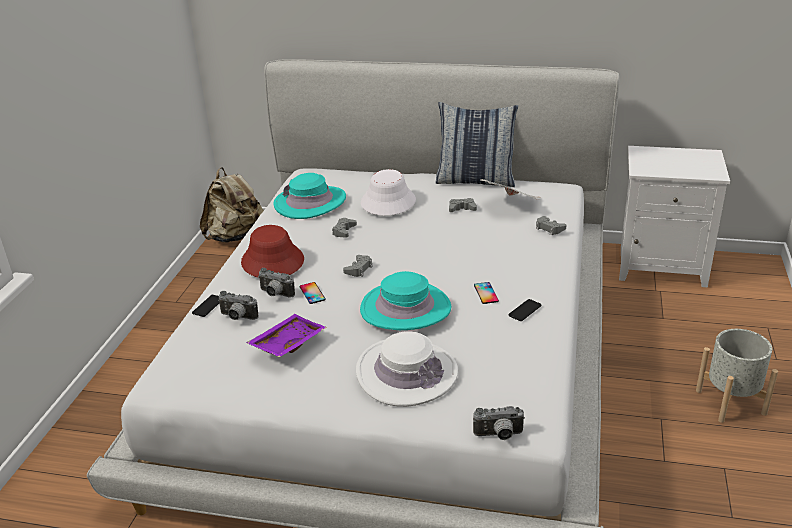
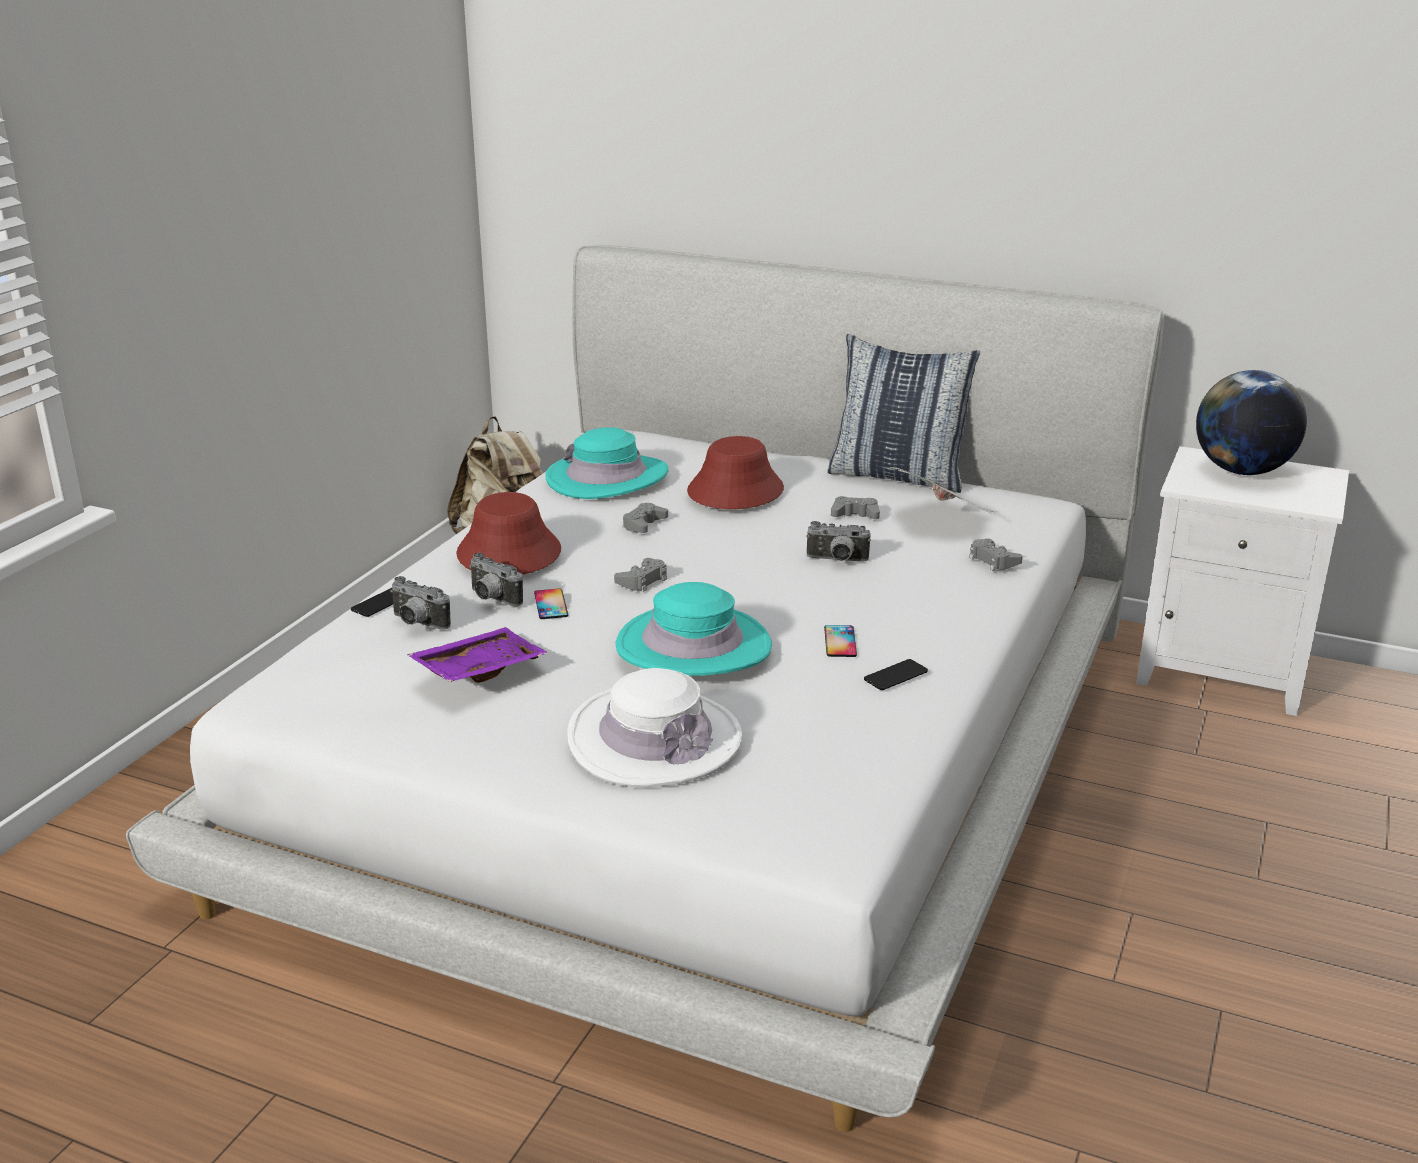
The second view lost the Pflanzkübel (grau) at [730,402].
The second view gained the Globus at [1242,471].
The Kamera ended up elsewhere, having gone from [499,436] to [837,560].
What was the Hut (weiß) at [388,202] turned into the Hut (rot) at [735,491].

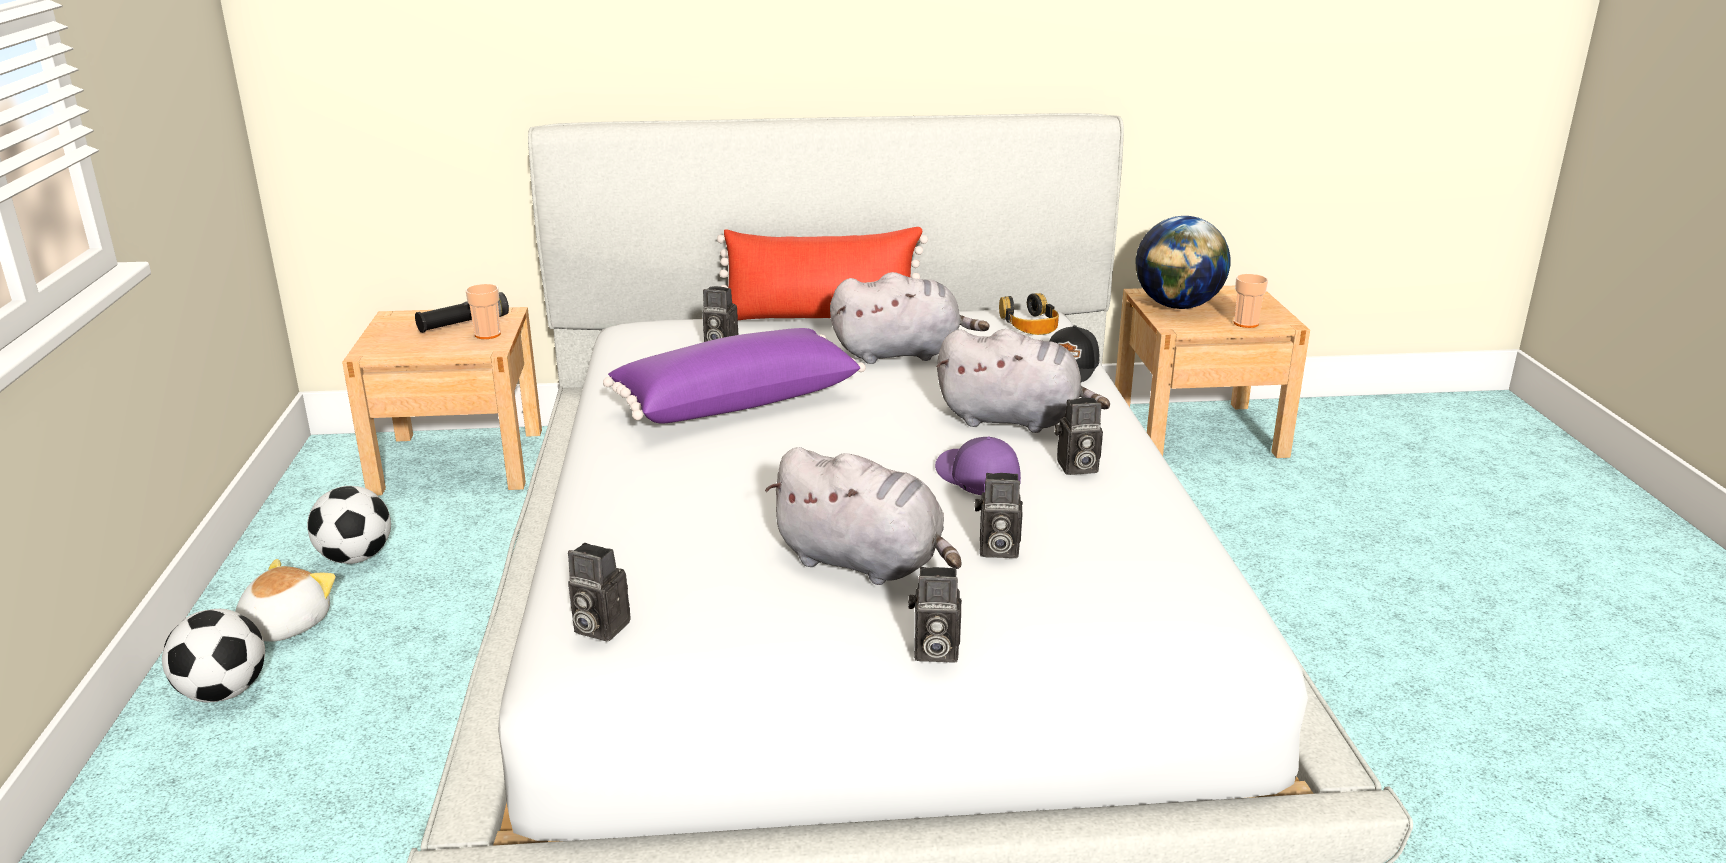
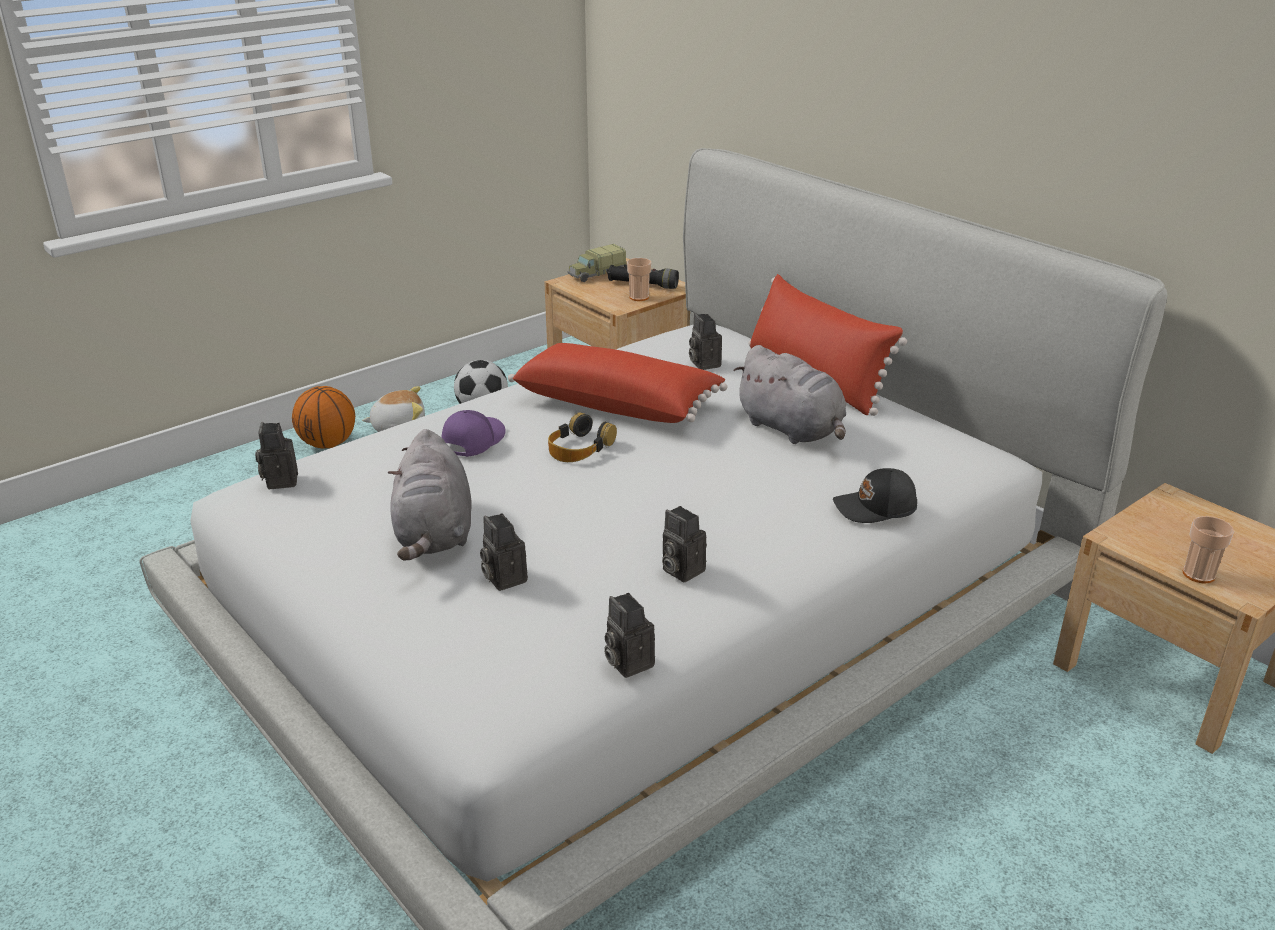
The second view lost the Plüschtier (grau) at [1014,420].
The second view lost the Globus at [1178,306].
The second view gained the Spielzeuglaster at [596,274].
The Kamera ended up elsewhere, having gone from [933,651] to [626,662].
The Kappe (lila) ended up elsewhere, having gone from [976,478] to [472,441].
The Kopfhörer ended up elsewhere, having gone from [1029,324] to [579,448].
Where the Fußball stood at [223,693], the Basketball came to stand at [327,444].
What was the Kissen (lila) at [735,401] turned into the Kissen (rot) at [618,404].

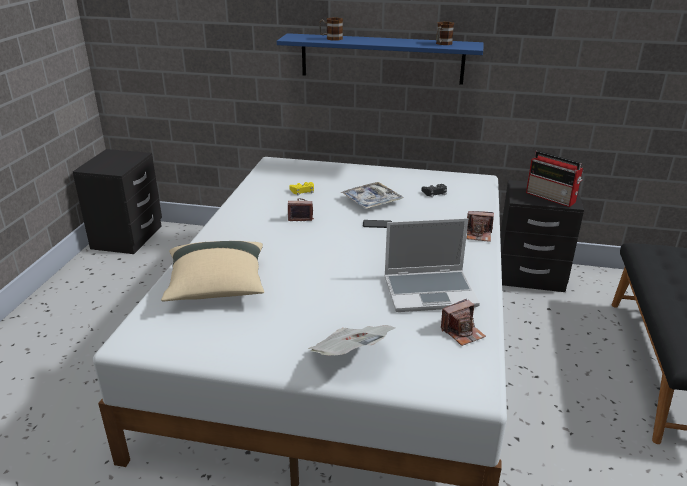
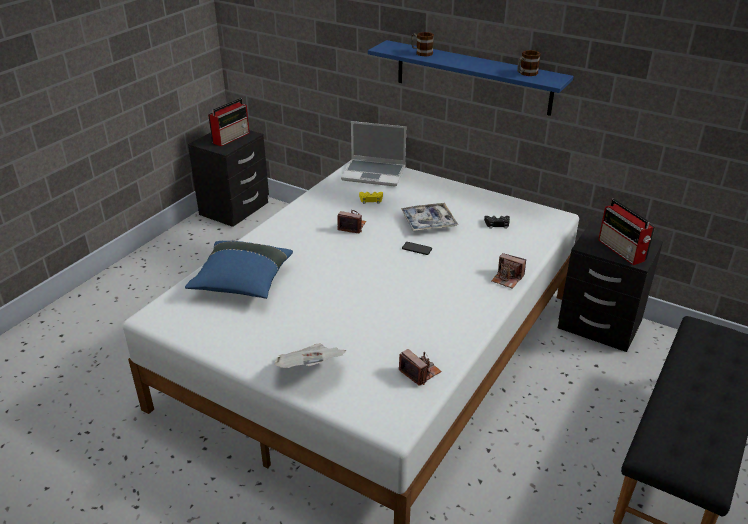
The second view gained the Radio at [231,137].
The Laptop ended up elsewhere, having gone from [430,291] to [374,173].
What was the Kissen (beige) at [217,287] turned into the Kissen (blau) at [242,283].
The Kamera at [462,332] ended up facing another way, 120 degrees counterclockwise from before.

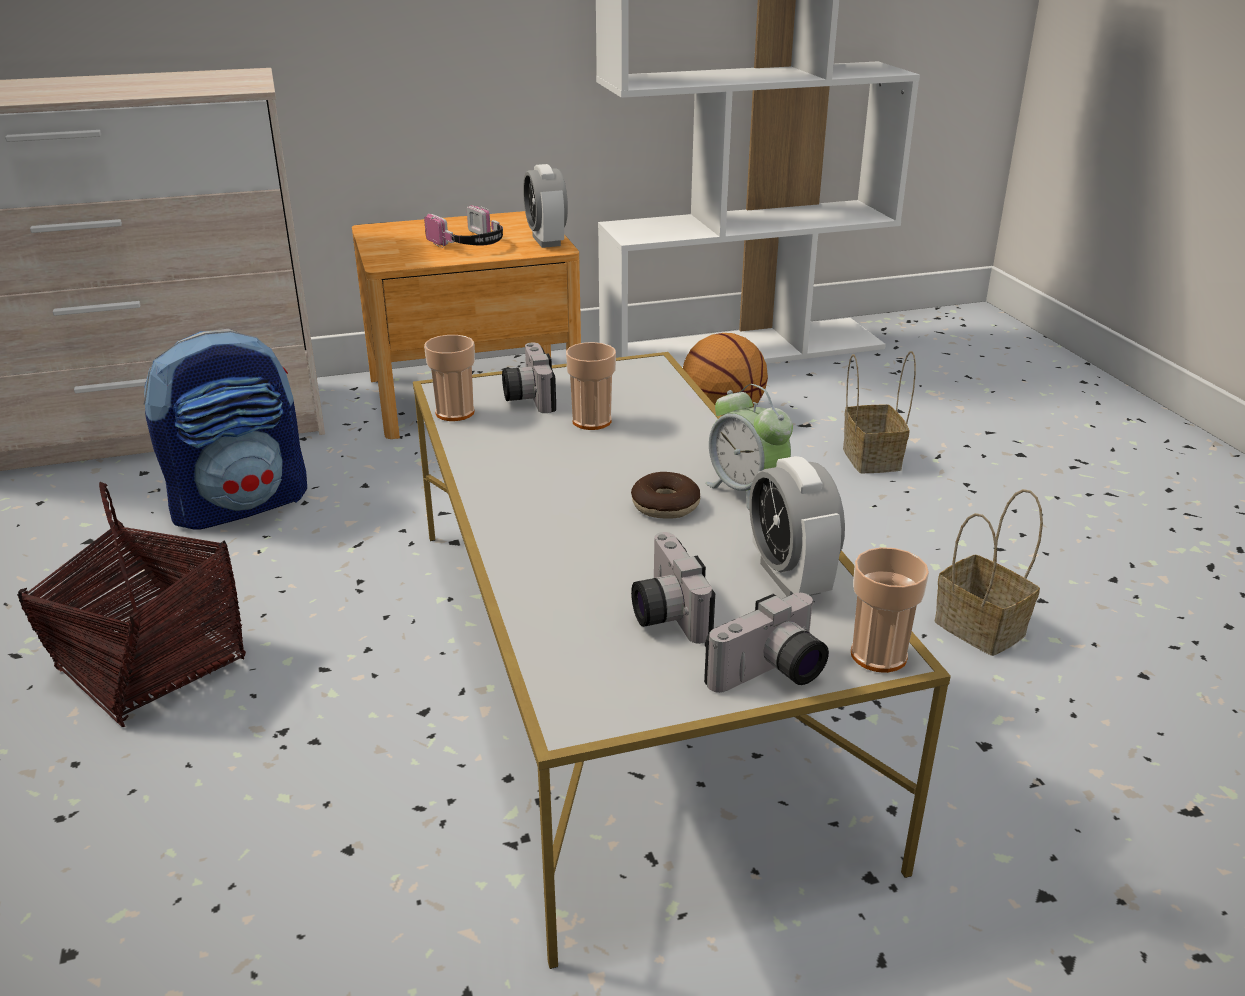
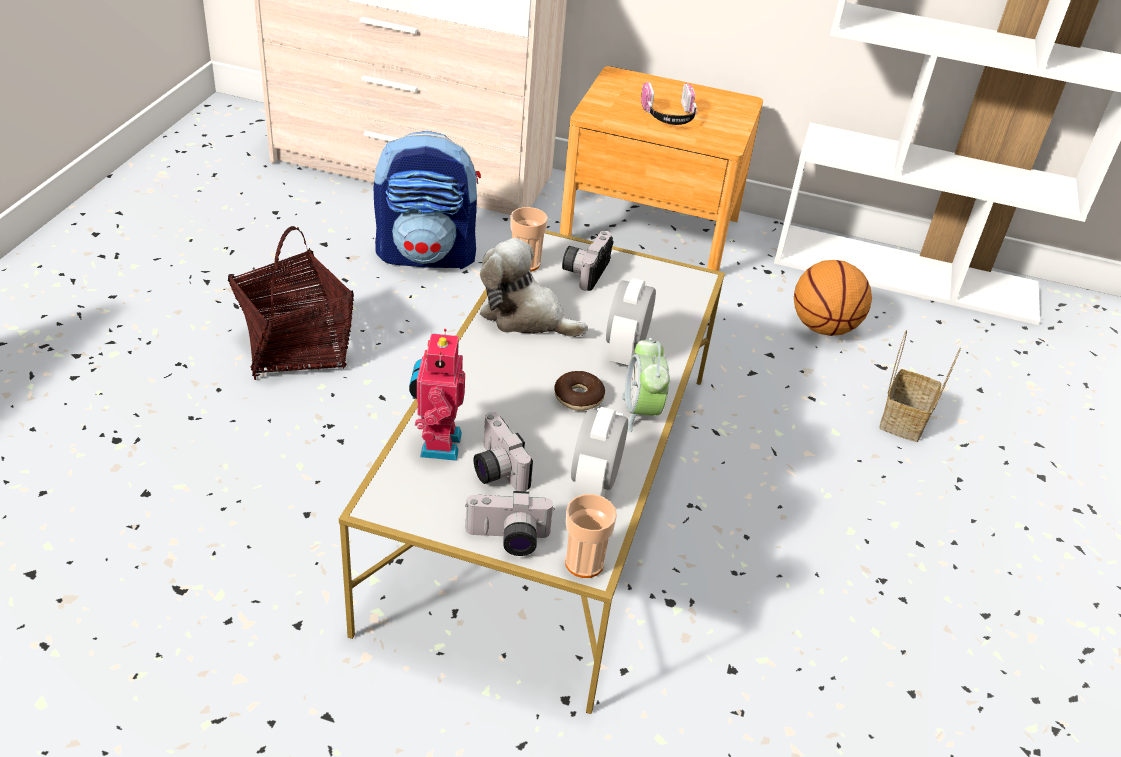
The second view lost the Tasse at [592,421].
The second view lost the Korb at [983,629].
The second view gained the Spielzeugroboter at [437,444].
The second view gained the Plüschtier at [525,316].
The Wecker ended up elsewhere, having gone from [546,241] to [625,351].
The Kamera at [664,613] ended up facing another way, 45 degrees counterclockwise from before.

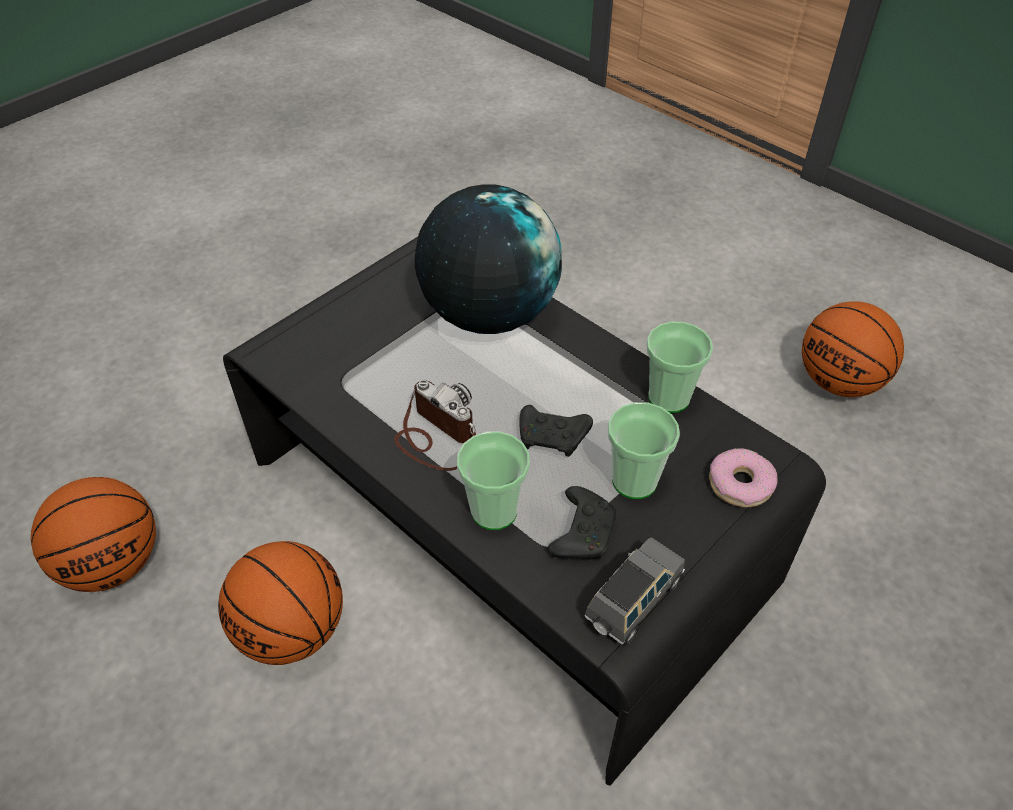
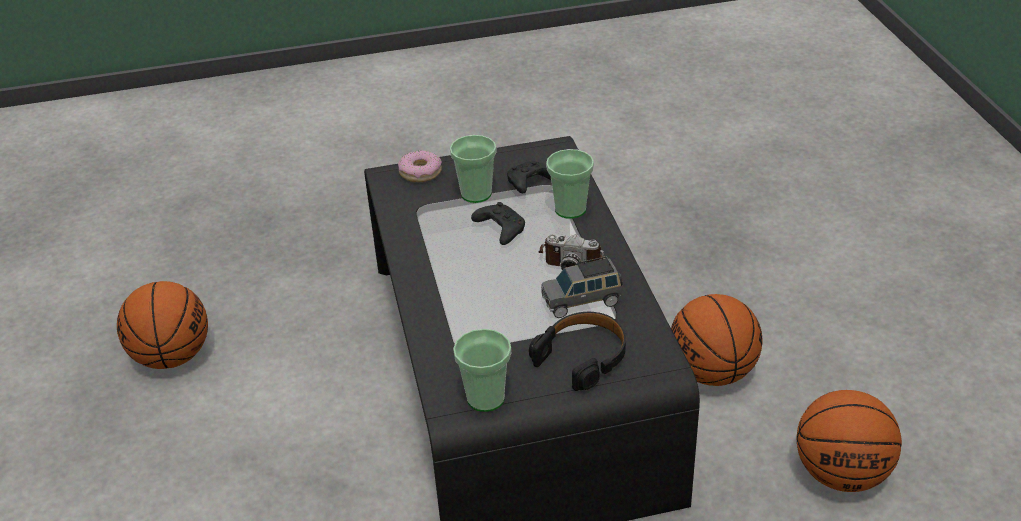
The second view lost the Globus at [489,314].
The second view gained the Kopfhörer (schwarz) at [582,356].
The Spielzeugauto (grau) ended up elsewhere, having gone from [632,602] to [582,301].
The Tasse ended up elsewhere, having gone from [669,397] to [486,398].
The Kamera at [435,435] ended up facing another way, 60 degrees counterclockwise from before.

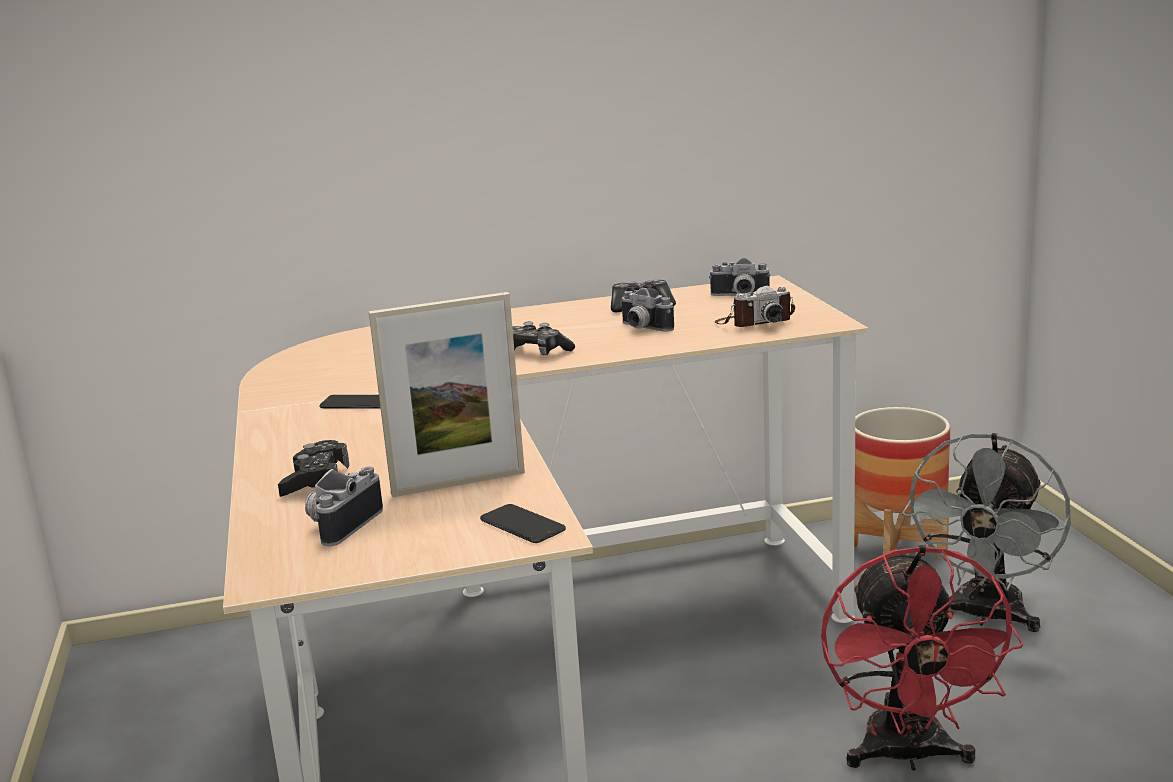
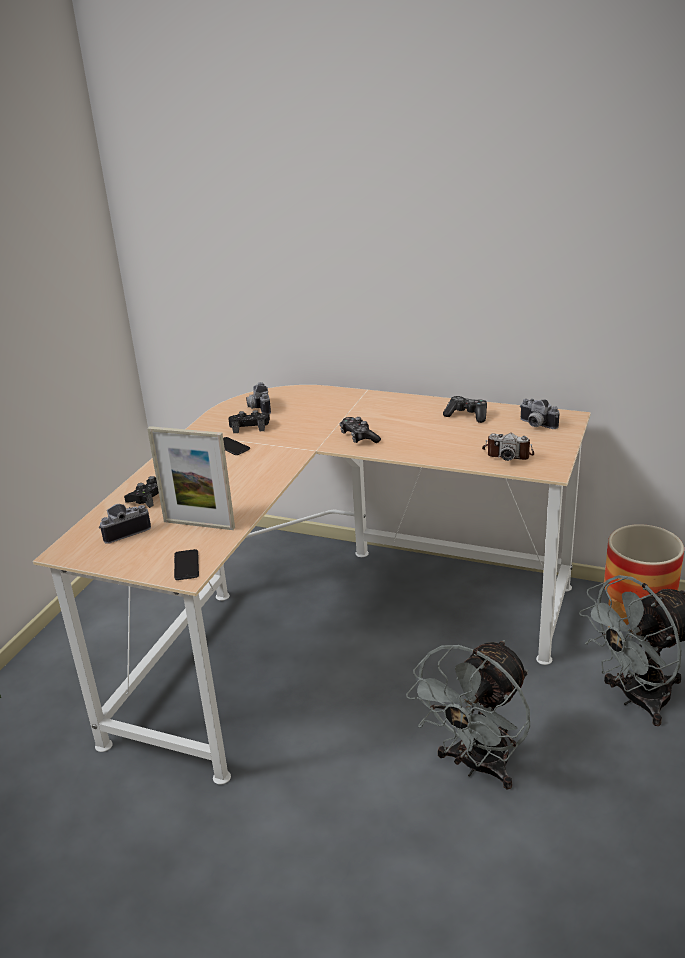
The second view gained the Gamepad (schwarz) at [249,426].
The Kamera ended up elsewhere, having gone from [641,328] to [258,408].
What was the Ventilator (rot) at [908,756] turned into the Ventilator (grau) at [476,766].

